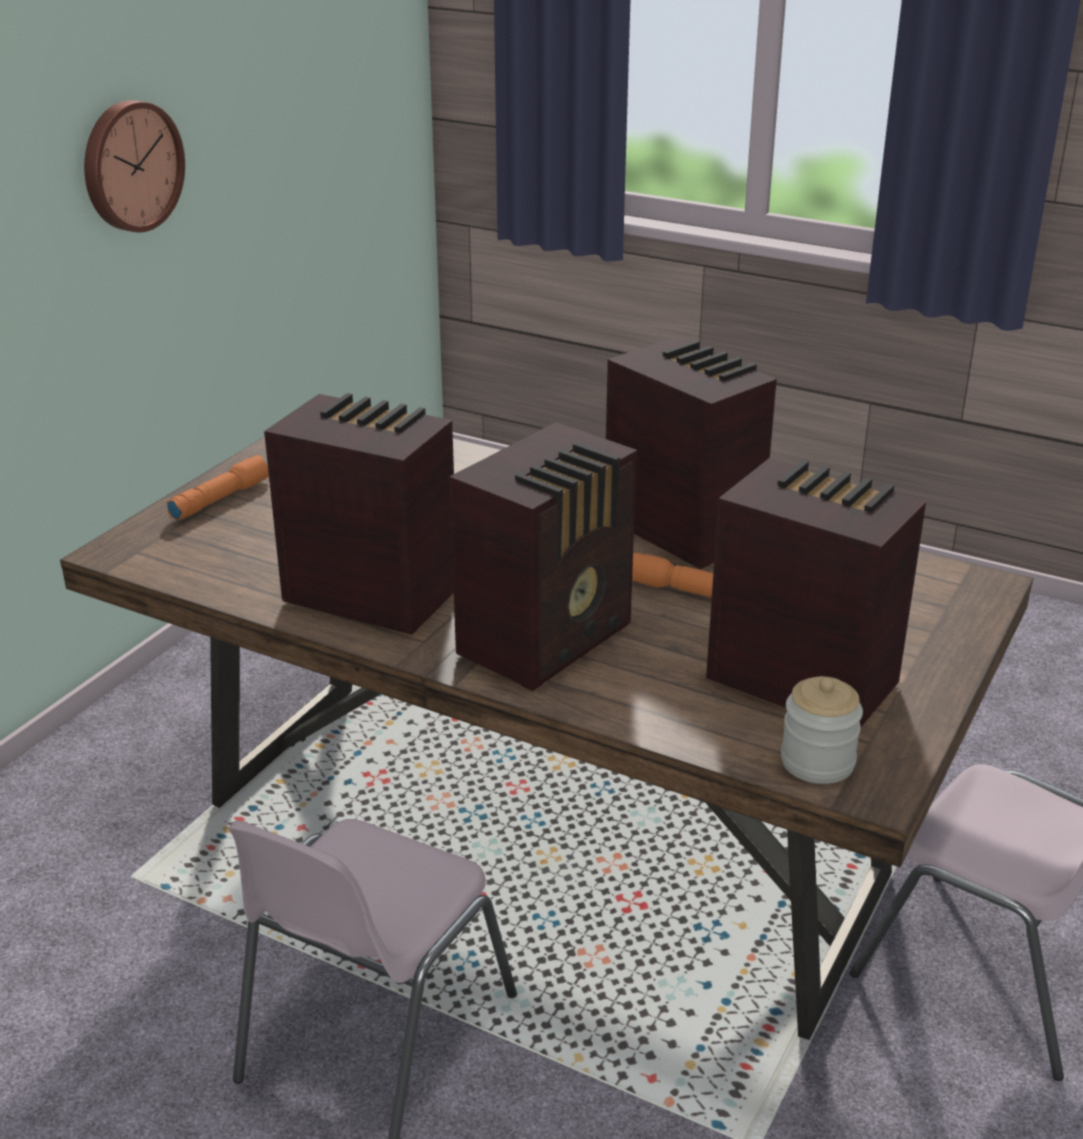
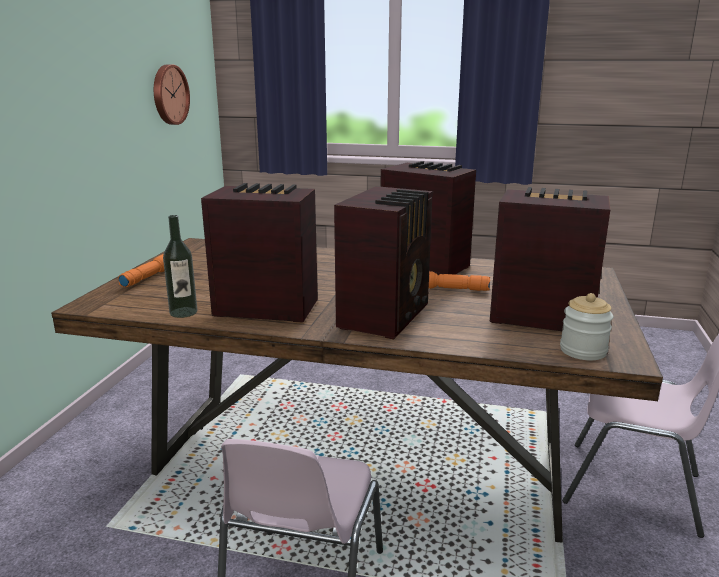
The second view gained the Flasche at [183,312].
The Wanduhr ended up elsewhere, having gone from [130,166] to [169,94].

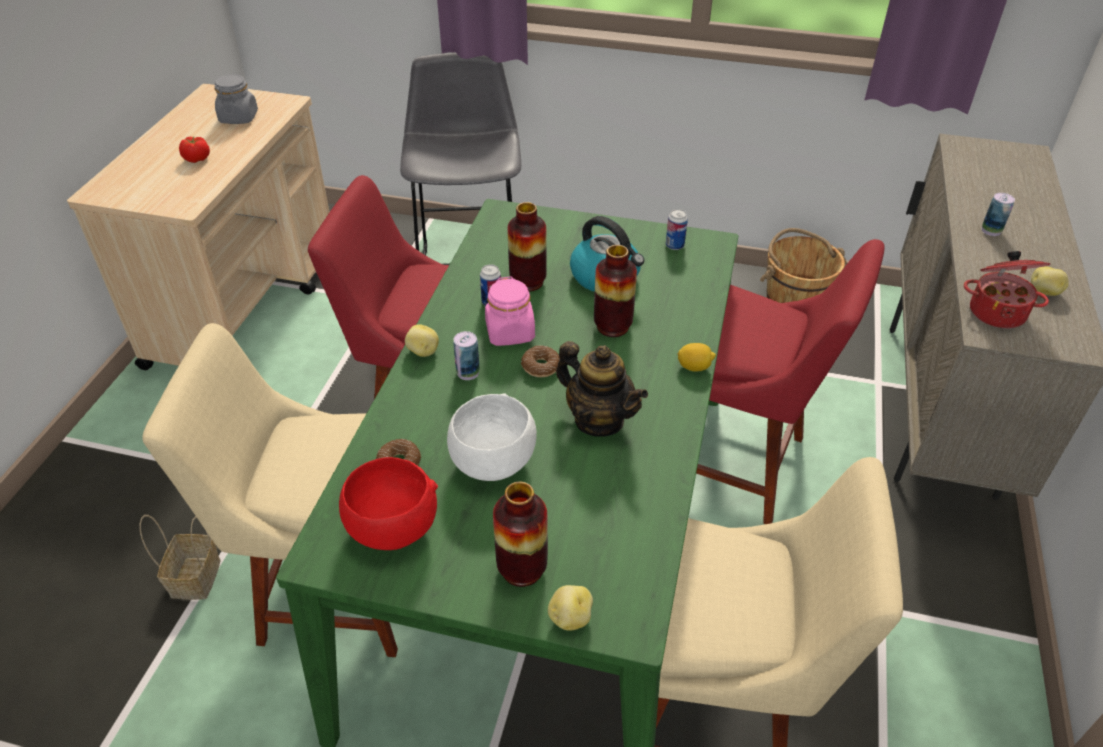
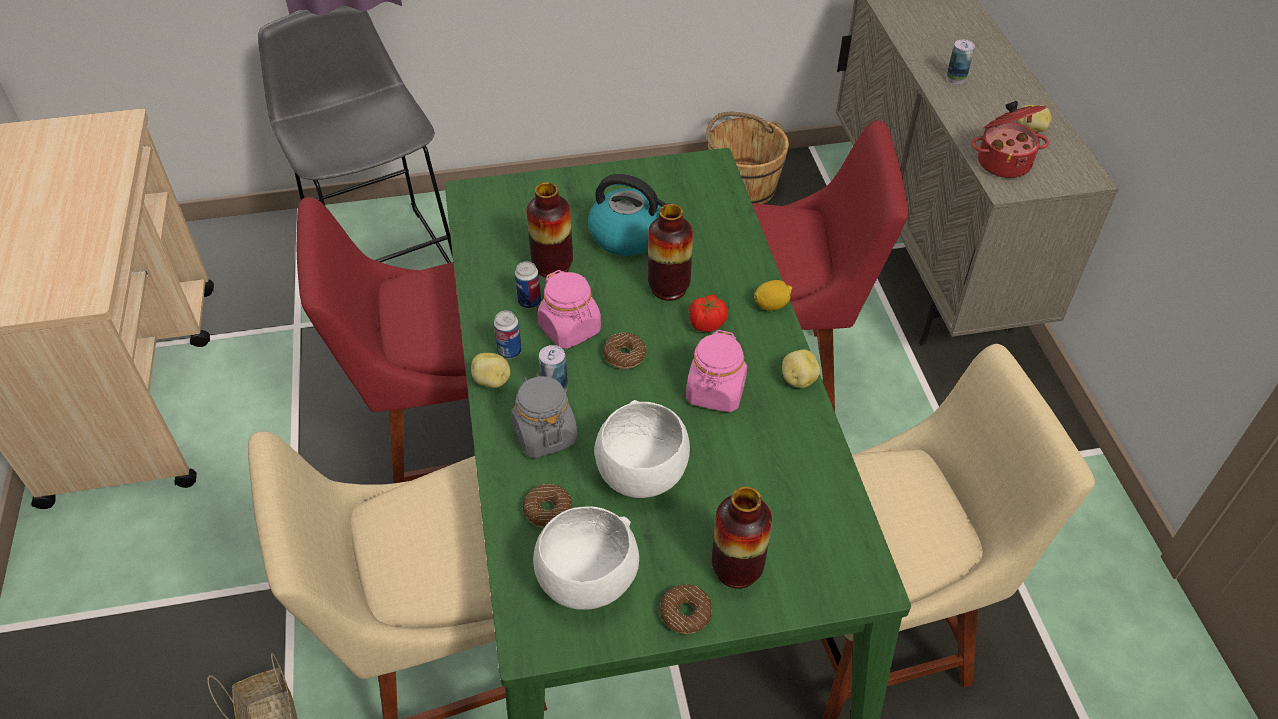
The second view gained the Donut at [685,613].
The Tomate ended up elsewhere, having gone from [197,159] to [706,324].
The Vorratsglas (grau) ended up elsewhere, having gone from [239,117] to [544,434].
The Kartoffel ended up elsewhere, having gone from [570,617] to [798,379].
The Dose ended up elsewhere, having gone from [674,245] to [509,351].
Where the Teekanne stood at [599,420], the Vorratsglas (rosa) came to stand at [715,392].
What was the Schüssel (rot) at [391,529] turned into the Schüssel (weiß) at [585,581].

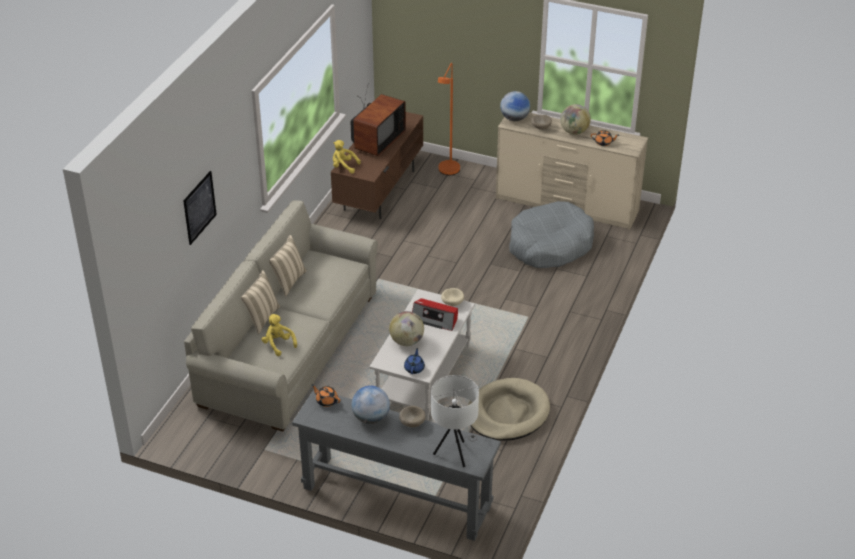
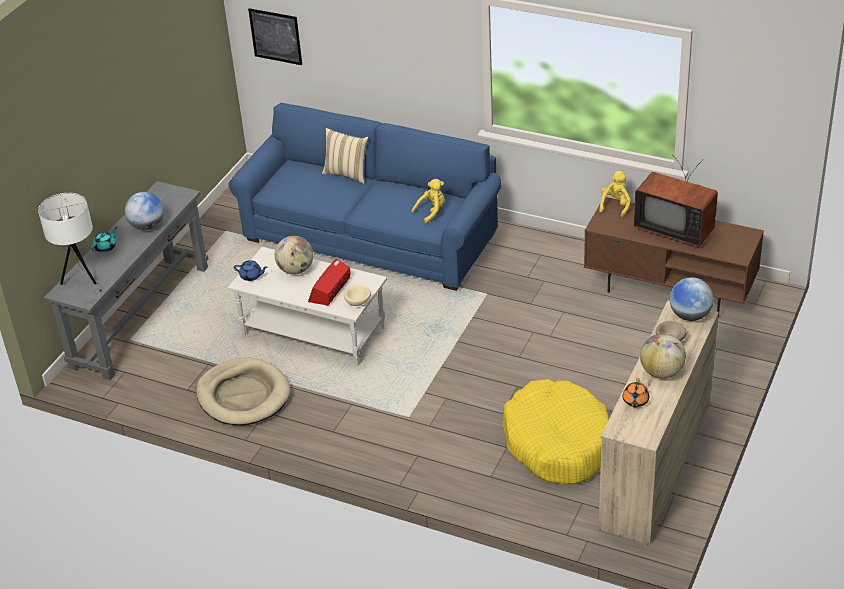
The second view lost the Kissen (beige) at [288,282].
The second view lost the Teekanne (orange) at [326,401].
The second view lost the Schüssel (beige) at [412,422].
The second view lost the Stehlampe (orange) at [447,172].
The second view gained the Teekanne (türkis) at [106,247].
The Bild ended up elsewhere, having gone from [199,207] to [275,36].
The Plüschtier (gelb) ended up elsewhere, having gone from [278,344] to [431,211].
What was the Sofa (beige) at [289,348] turned into the Sofa (blau) at [371,236].
What was the Hundebett (grau) at [549,245] turned into the Hundebett (gelb) at [557,443].

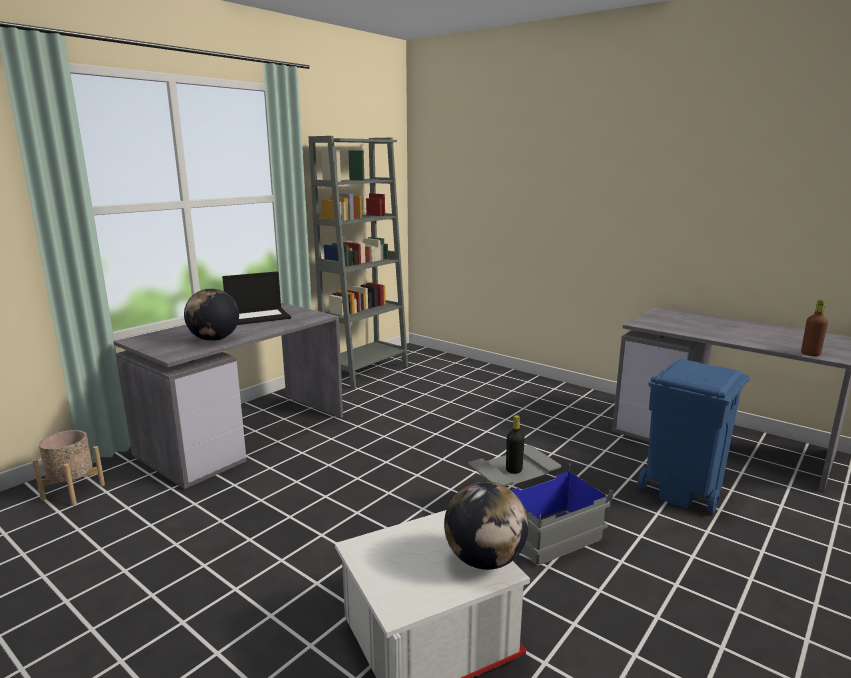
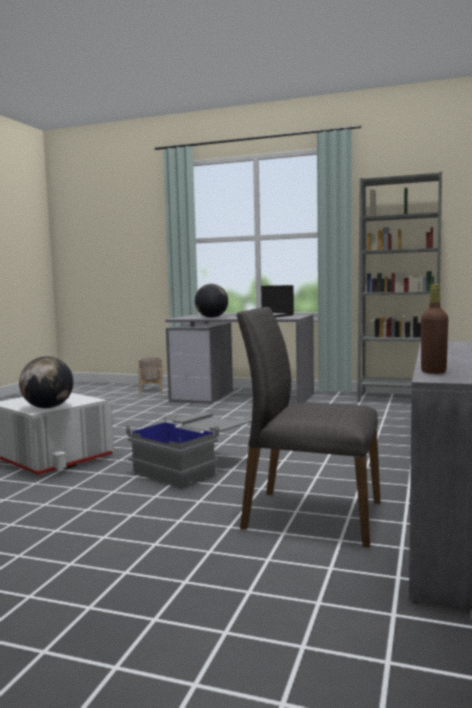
The second view lost the Flasche (schwarz) at [514,470].
Where the Mülleimer (blau) stood at [682,489], the Stuhl (grau) came to stand at [311,515].

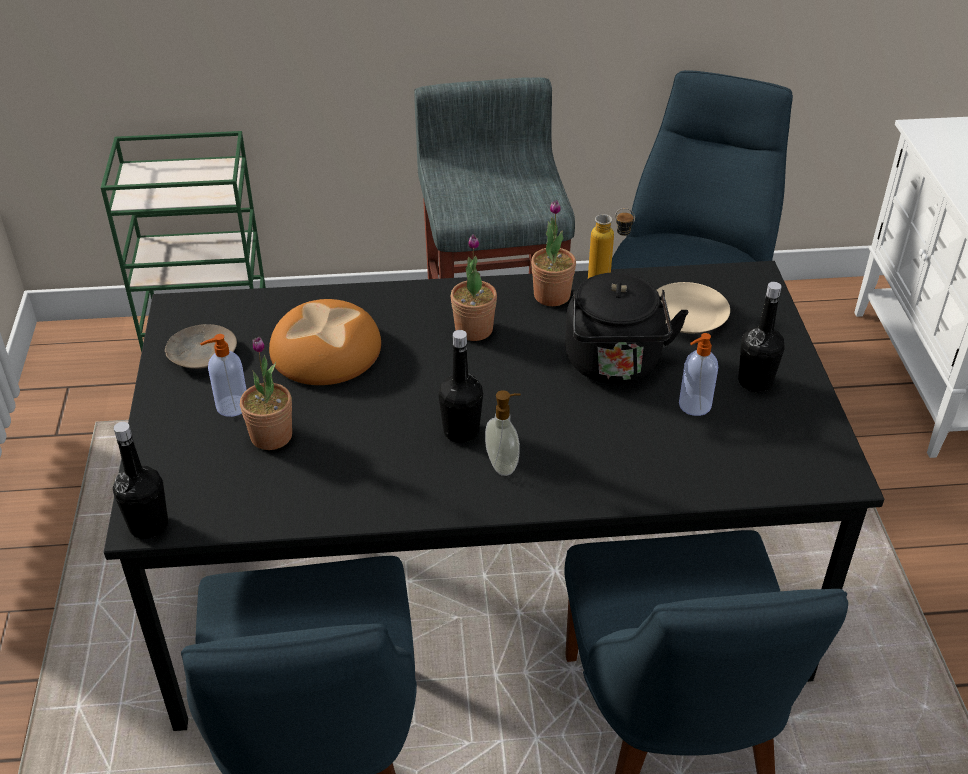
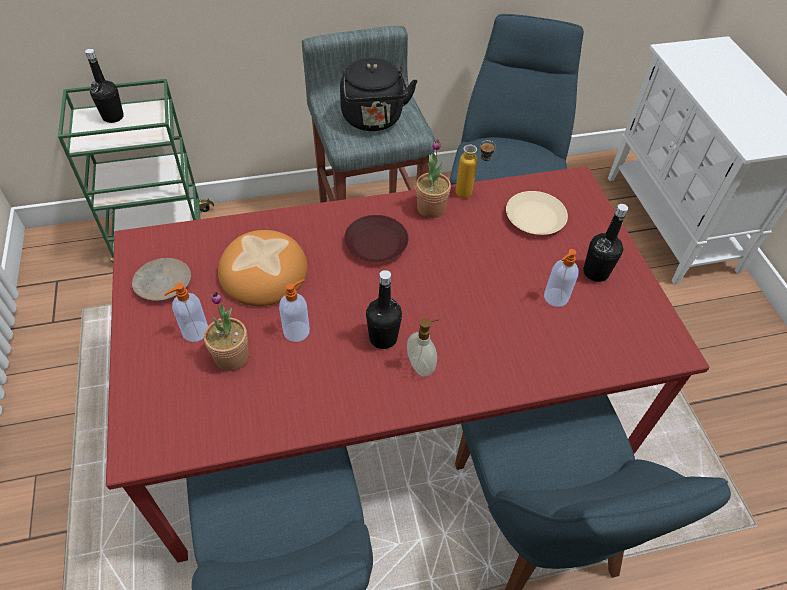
The second view gained the Seifenspender at [297,331].
The Flasche (schwarz) ended up elsewhere, having gone from [148,525] to [113,117].
The Wasserkessel (schwarz) ended up elsewhere, having gone from [614,365] to [373,120].
Where the Topfpflanze stood at [474,329], the Teller (braun) came to stand at [377,244].
What was the Esstisch (schwarz) at [485,574] turned into the Esstisch (rot) at [388,405].

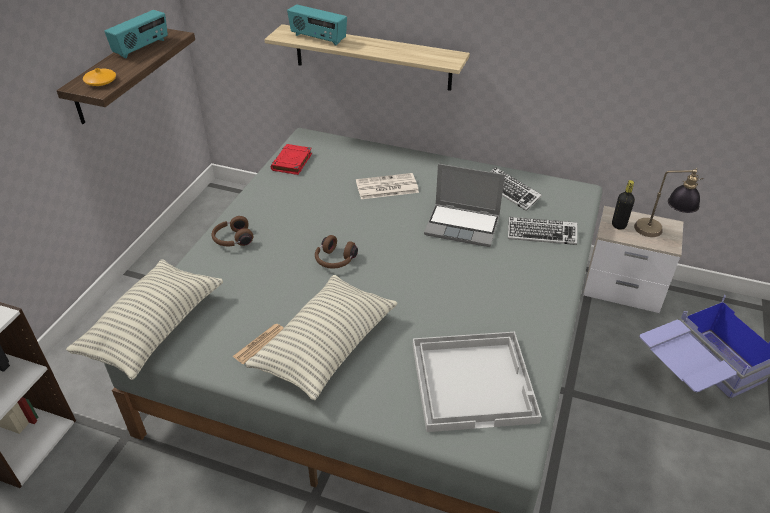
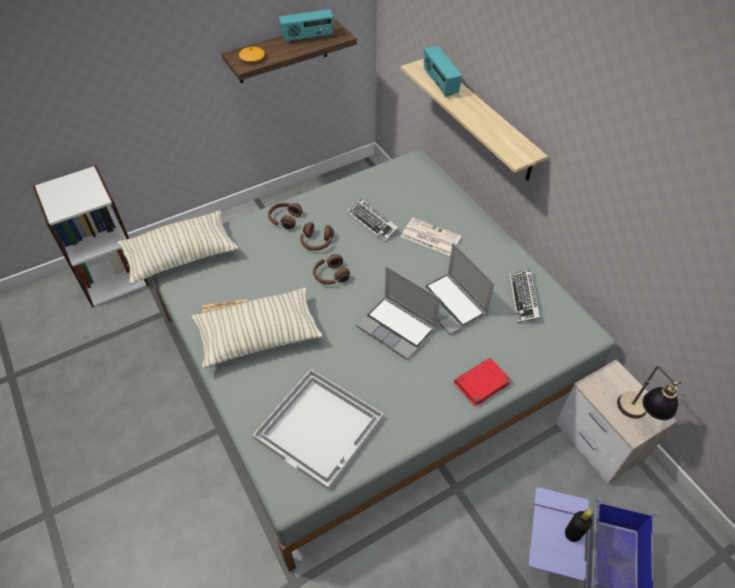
The second view gained the Kopfhörer (braun) at [316,243].
The second view gained the Laptop at [398,328].
The Buch (rot) ended up elsewhere, having gone from [292,162] to [481,384].
The Tastatur ended up elsewhere, having gone from [541,234] to [372,222].
The Flasche (schwarz) ended up elsewhere, having gone from [618,225] to [572,533].

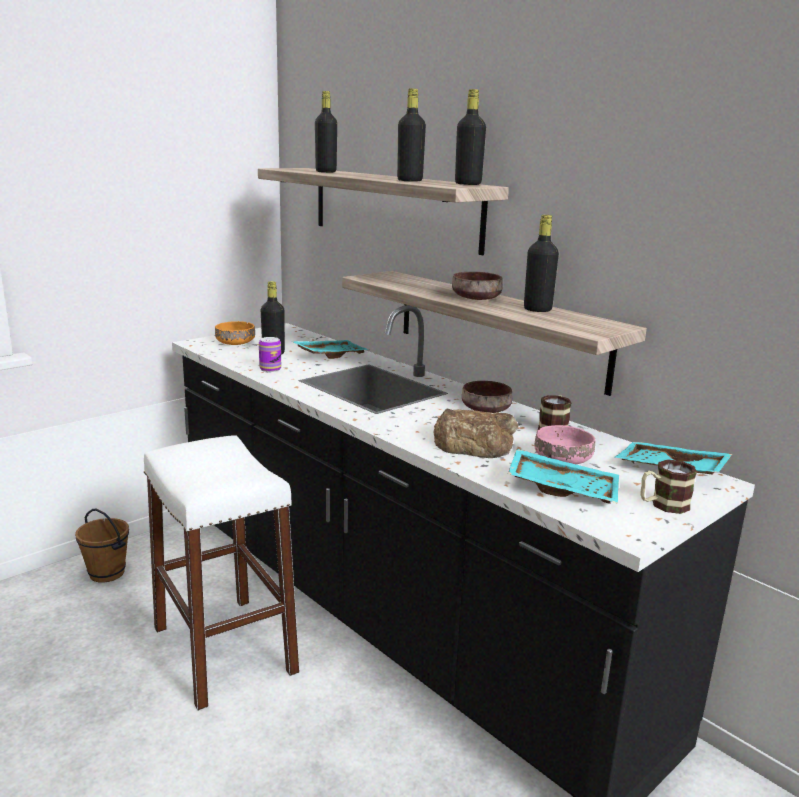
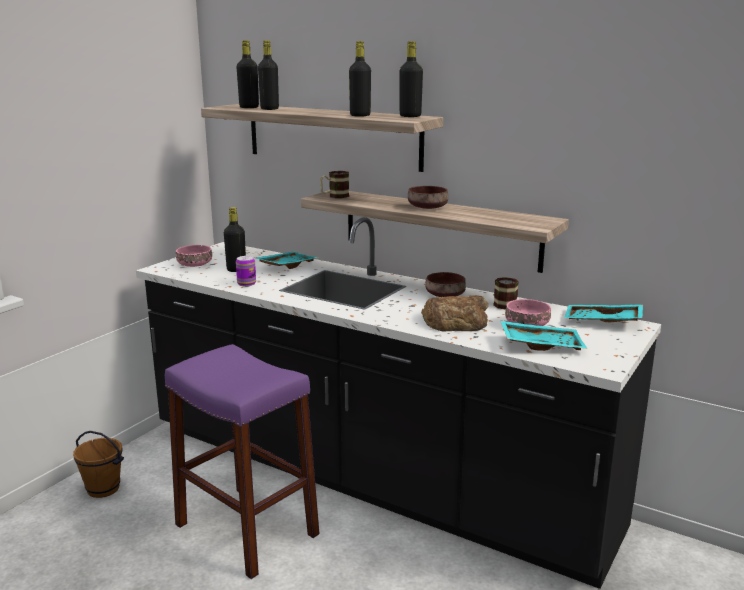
The Flasche (schwarz) ended up elsewhere, having gone from [537,310] to [249,107].
The Henkelbecher ended up elsewhere, having gone from [663,505] to [335,196].
What was the Hocker (weiß) at [224,650] turned into the Hocker (lila) at [246,529].
What was the Schüssel (orange) at [234,343] turned into the Schüssel (rosa) at [194,265].

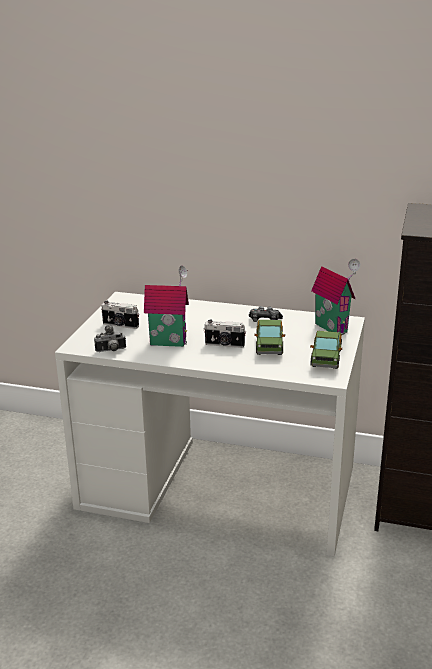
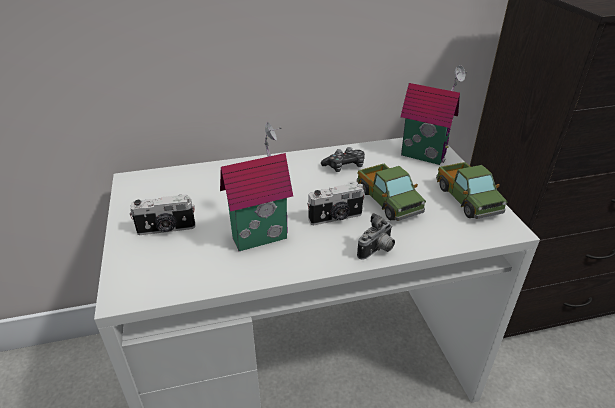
The Kamera ended up elsewhere, having gone from [111,351] to [377,250].

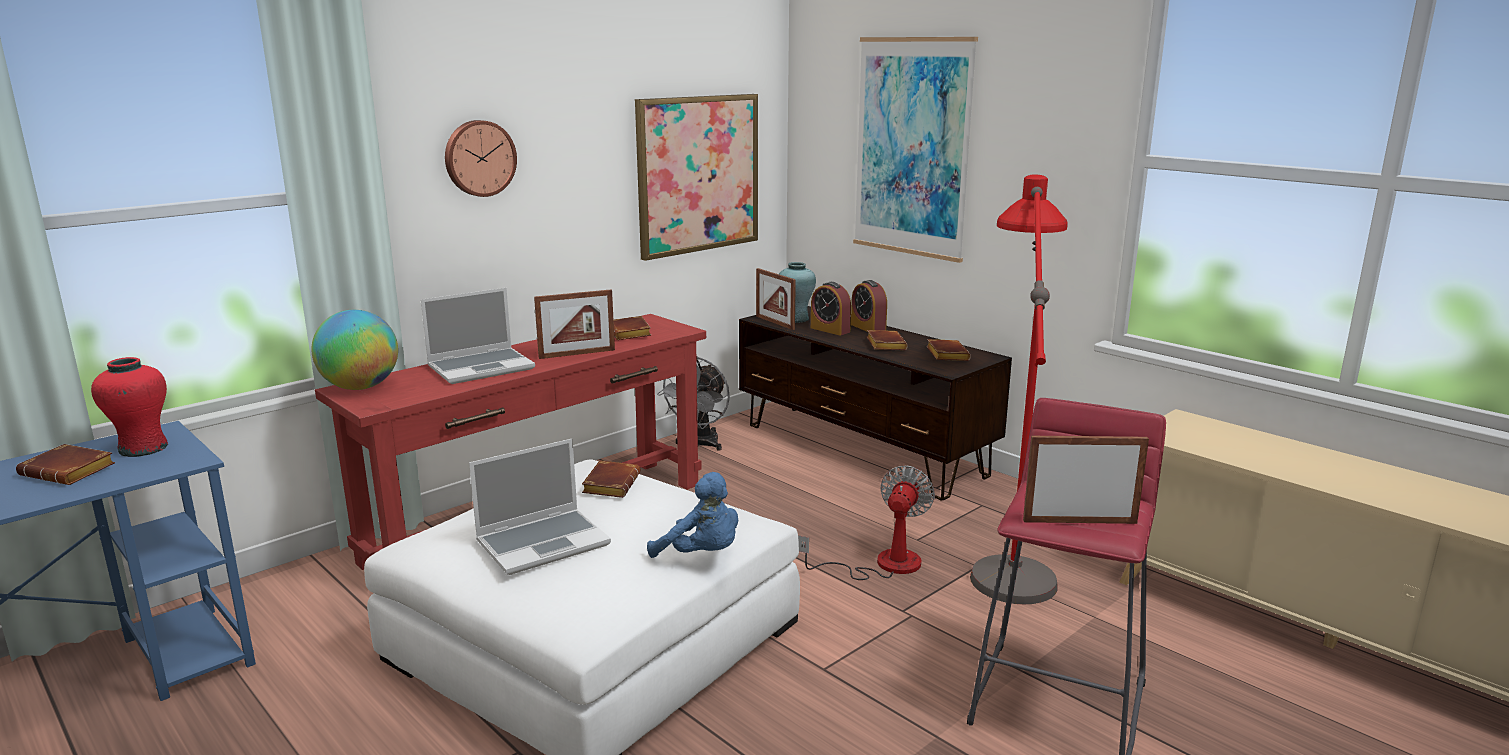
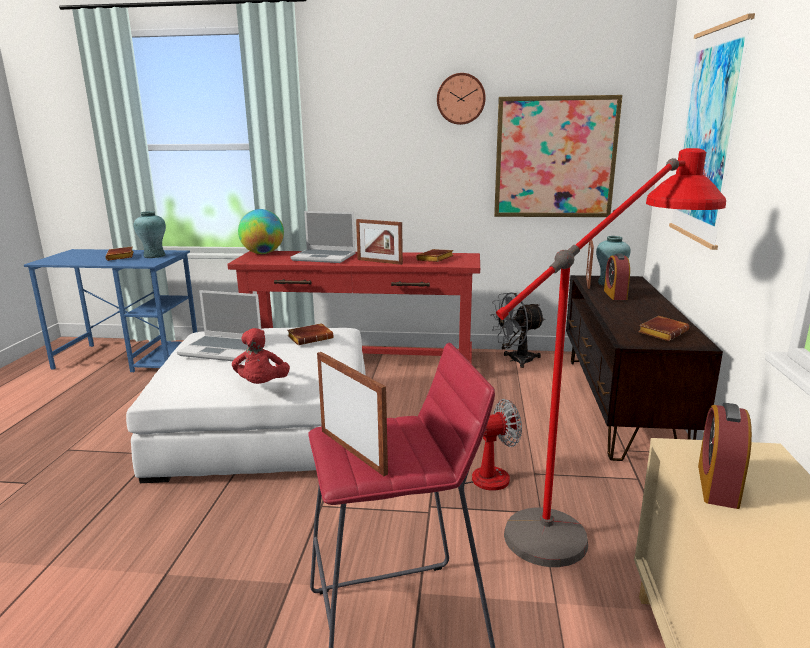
The second view lost the Buch (braun) at [884,344].
The Wanduhr ended up elsewhere, having gone from [479,158] to [461,99].
The Wecker ended up elsewhere, having gone from [868,328] to [717,485].
What was the Vase (rot) at [143,448] turned into the Vase (türkis) at [154,256].
What was the Plüschtier (blau) at [701,554] turned into the Plüschtier (rot) at [261,385].

